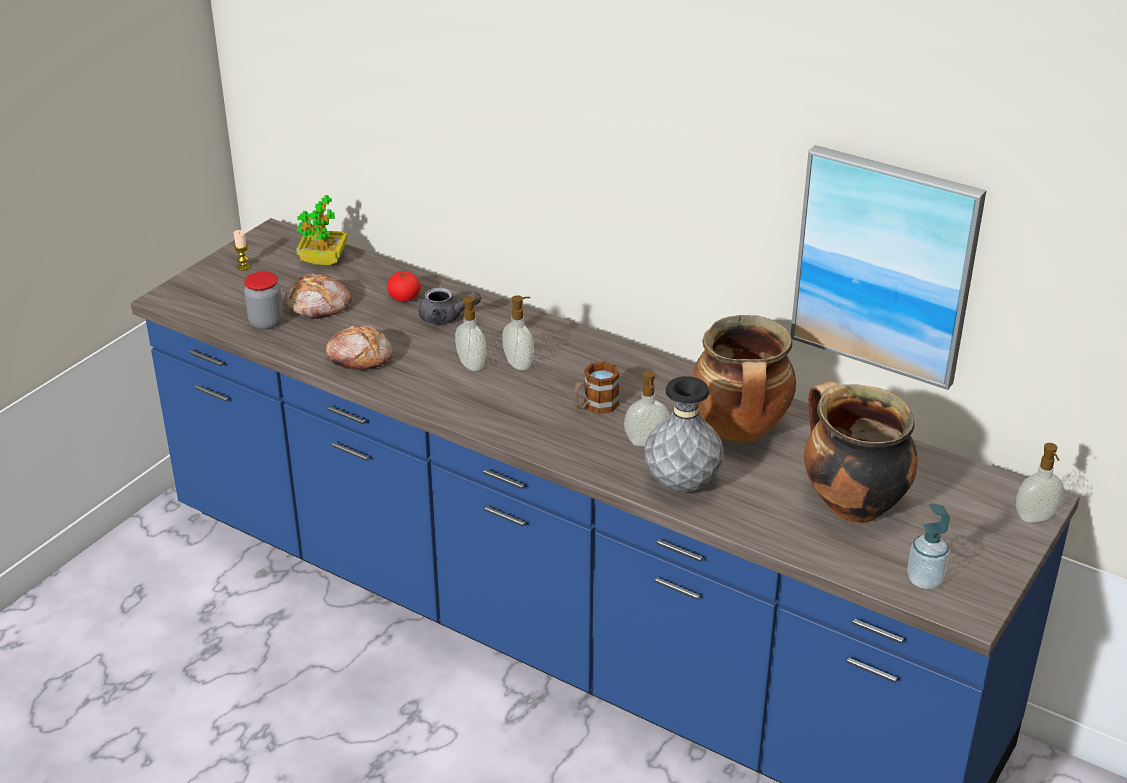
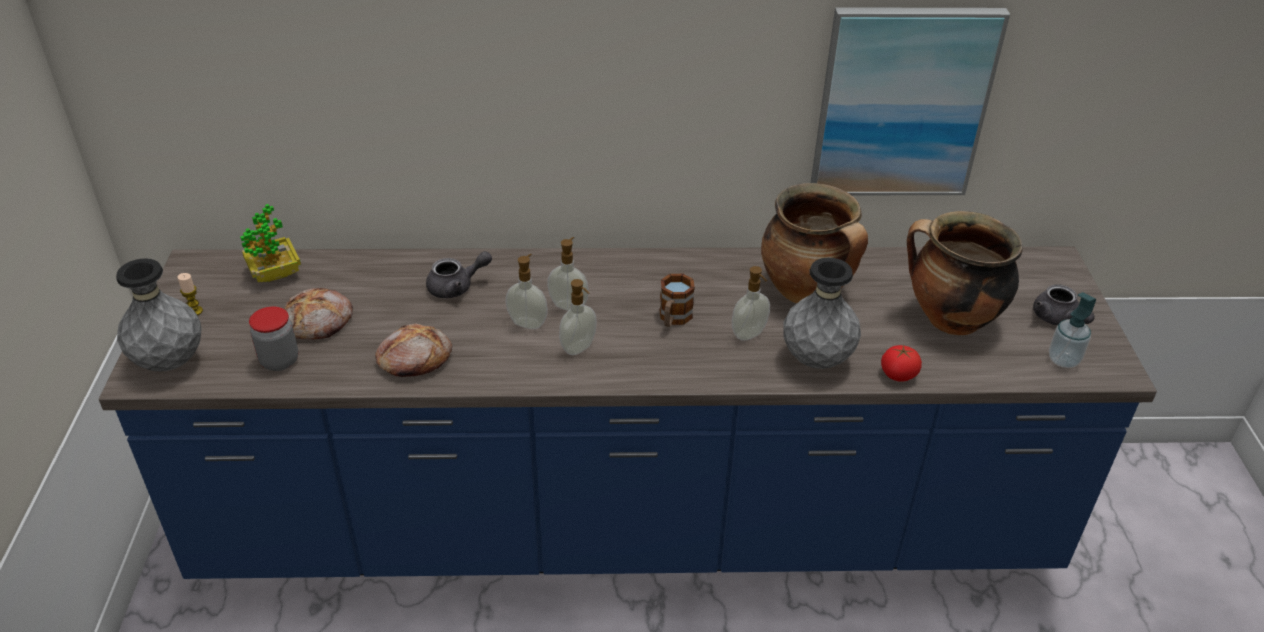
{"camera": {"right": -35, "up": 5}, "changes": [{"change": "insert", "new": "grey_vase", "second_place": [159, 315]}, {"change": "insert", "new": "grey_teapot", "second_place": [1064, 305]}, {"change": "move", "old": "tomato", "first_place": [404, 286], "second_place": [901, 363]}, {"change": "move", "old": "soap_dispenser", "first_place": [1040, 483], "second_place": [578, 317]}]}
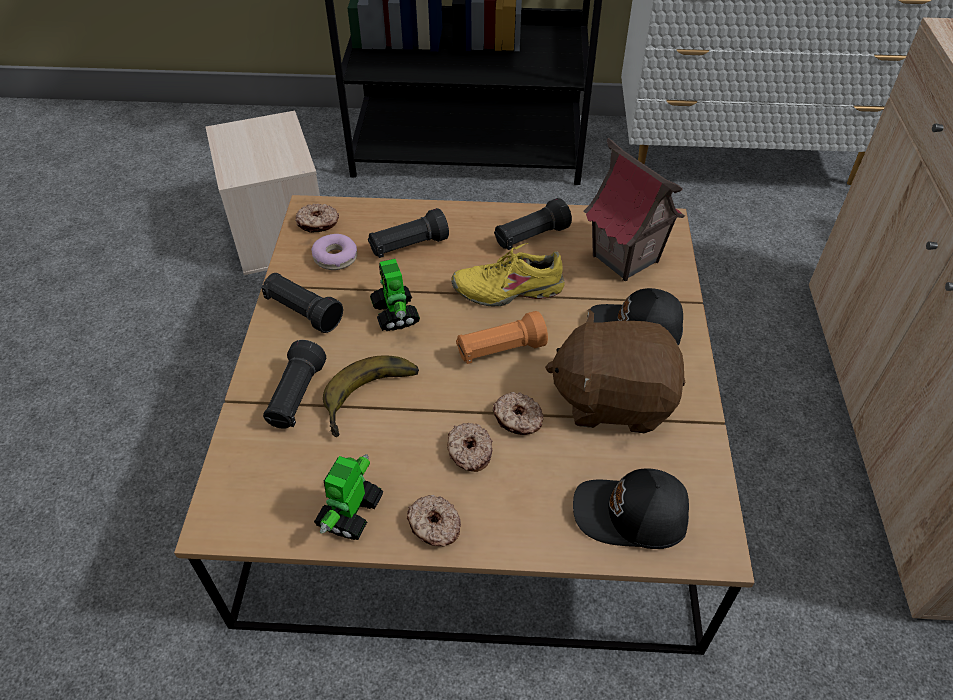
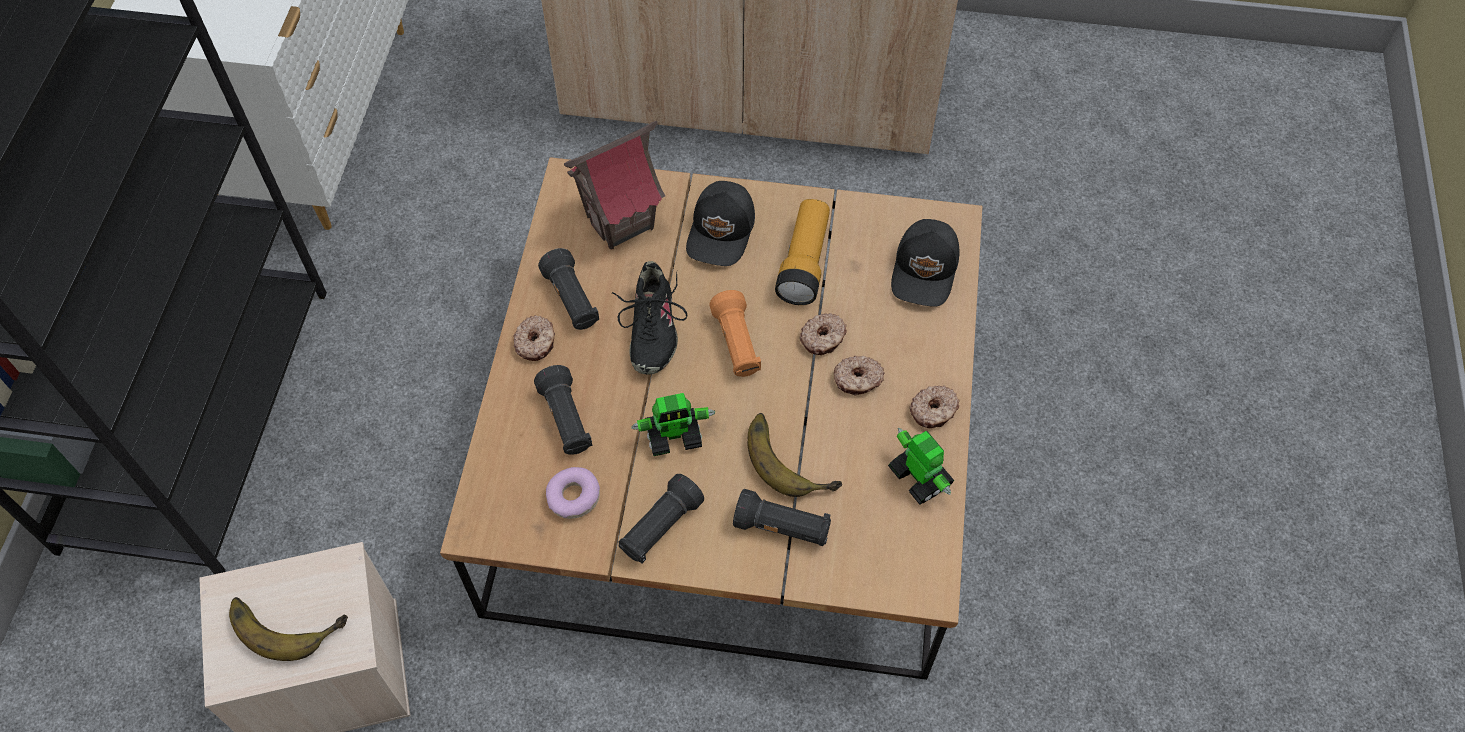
{"camera": {"right": -85, "up": 10}, "changes": [{"change": "insert", "new": "banana_fruit", "second_place": [288, 629]}, {"change": "move", "old": "doughnut", "first_place": [317, 218], "second_place": [534, 338]}, {"change": "replace", "old": "brownish_cuddly_toy", "new": "torch", "first_place": [615, 371], "second_place": [802, 252]}, {"change": "recolor", "old": "yellowish_low_shoe", "new": "blackish_low_shoe", "first_place": [508, 274], "second_place": [650, 318]}, {"change": "rotate", "old": "toy_robot", "first_place": [349, 497], "second_place": [921, 466], "degrees": -150}]}
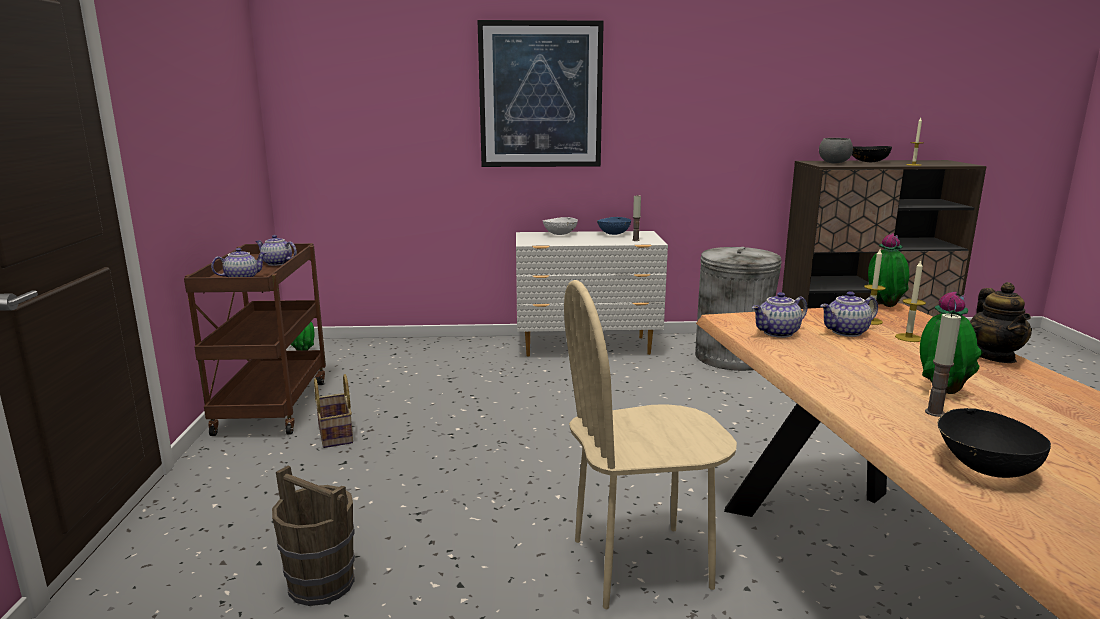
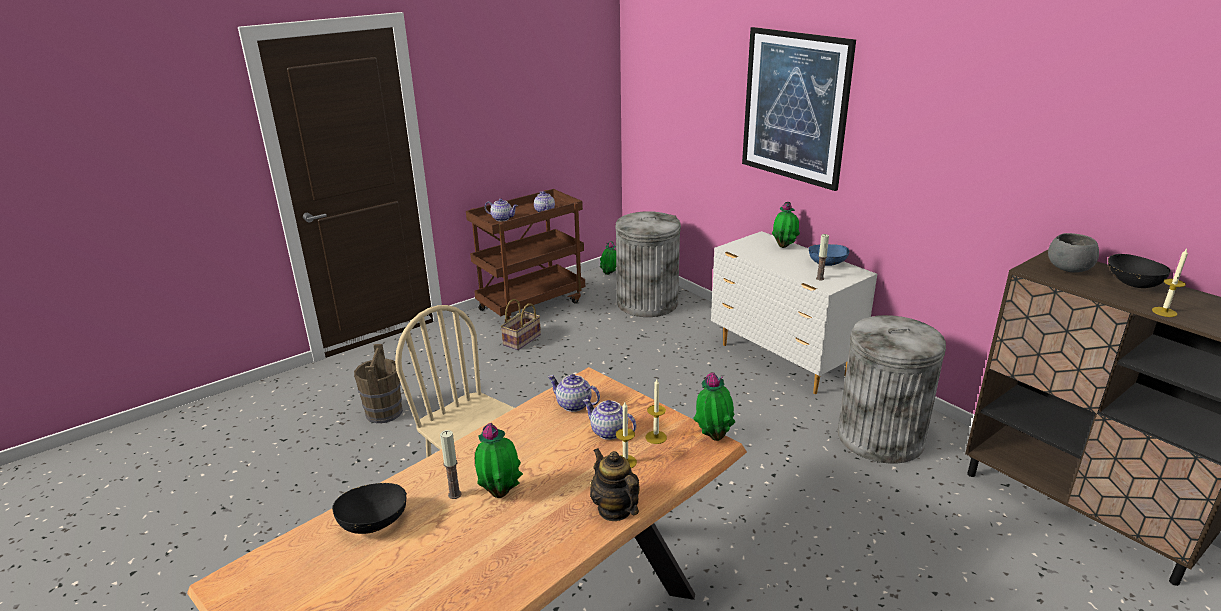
{"camera": {"right": 55, "up": 10}, "changes": [{"change": "insert", "new": "grey_rubbish_bin", "second_place": [648, 264]}, {"change": "replace", "old": "white-coloured_deep_dish", "new": "plant_in_a_pot", "first_place": [560, 226], "second_place": [786, 225]}, {"change": "rotate", "old": "teapot", "first_place": [1001, 322], "second_place": [615, 484], "degrees": 90}]}
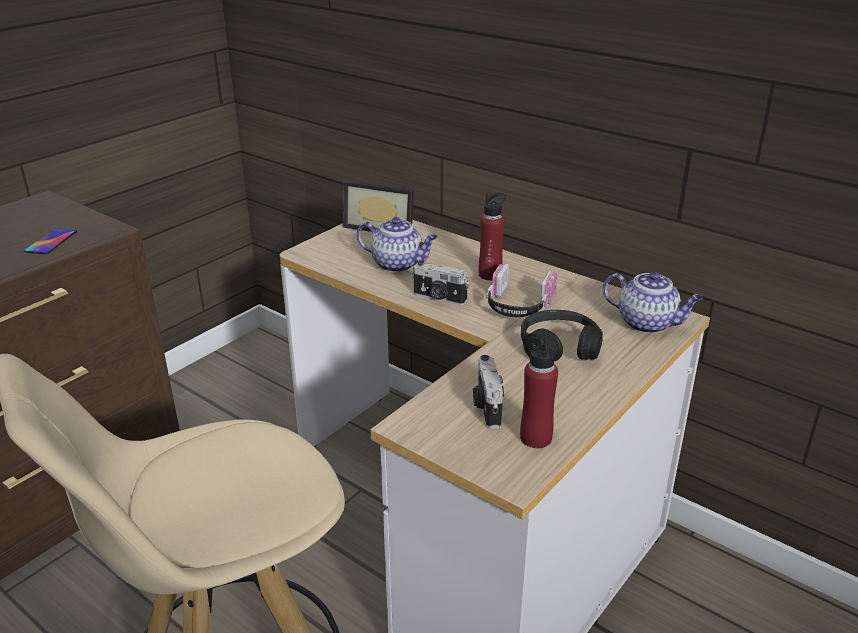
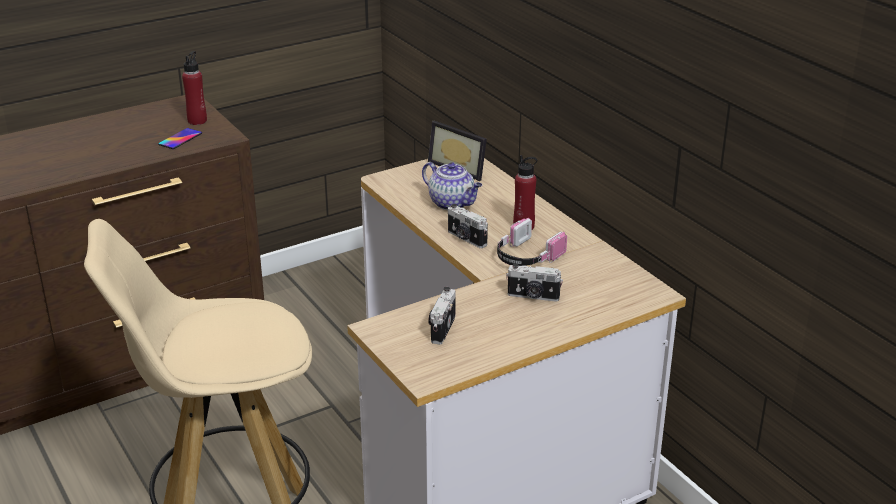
{"camera": {"right": 20, "up": 0}, "changes": [{"change": "delete", "old": "teapot", "first_place": [653, 303]}, {"change": "move", "old": "red_drink_bottle", "first_place": [539, 389], "second_place": [194, 88]}, {"change": "replace", "old": "blackish_pair_of_headphones", "new": "photo_camera", "first_place": [562, 335], "second_place": [534, 283]}]}
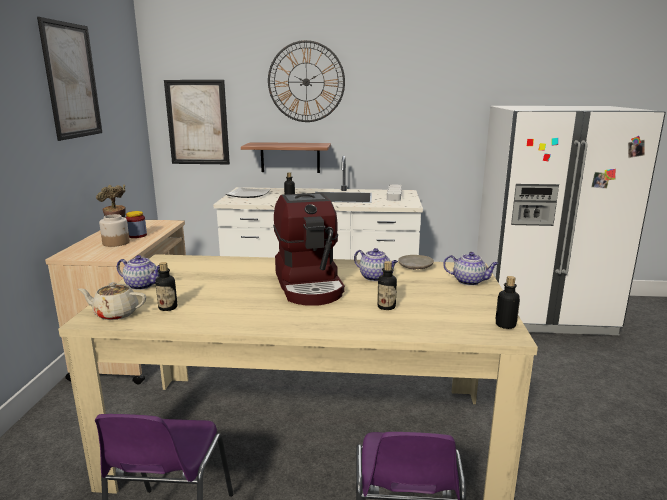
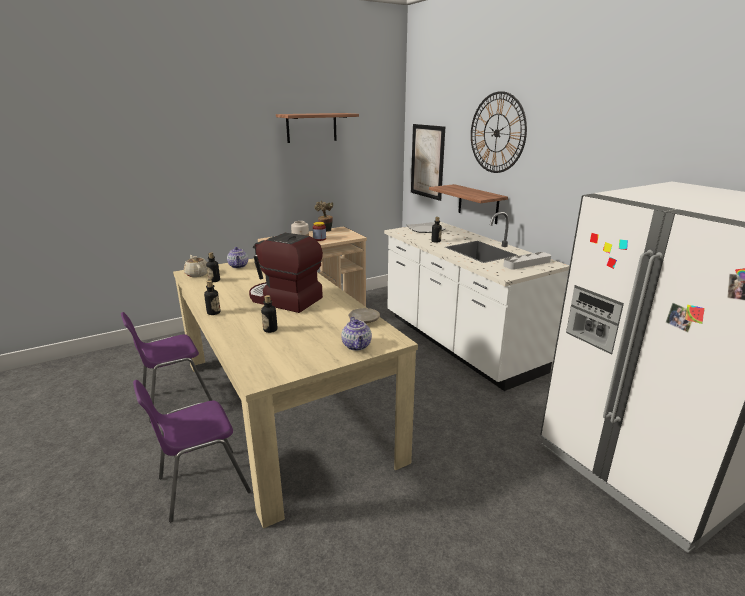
{"camera": {"right": 55, "up": 5}, "changes": [{"change": "delete", "old": "teapot", "first_place": [376, 264]}, {"change": "move", "old": "drink_bottle", "first_place": [507, 302], "second_place": [212, 297]}, {"change": "replace", "old": "wall_art", "new": "wall_shelf", "first_place": [69, 79], "second_place": [317, 128]}, {"change": "rotate", "old": "coffee_machine", "first_place": [309, 249], "second_place": [286, 273], "degrees": 75}]}
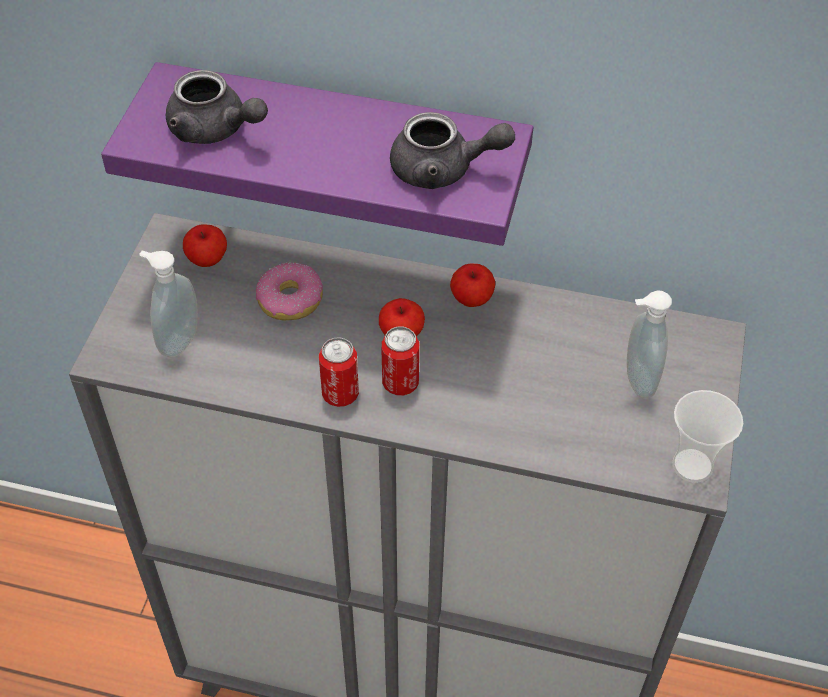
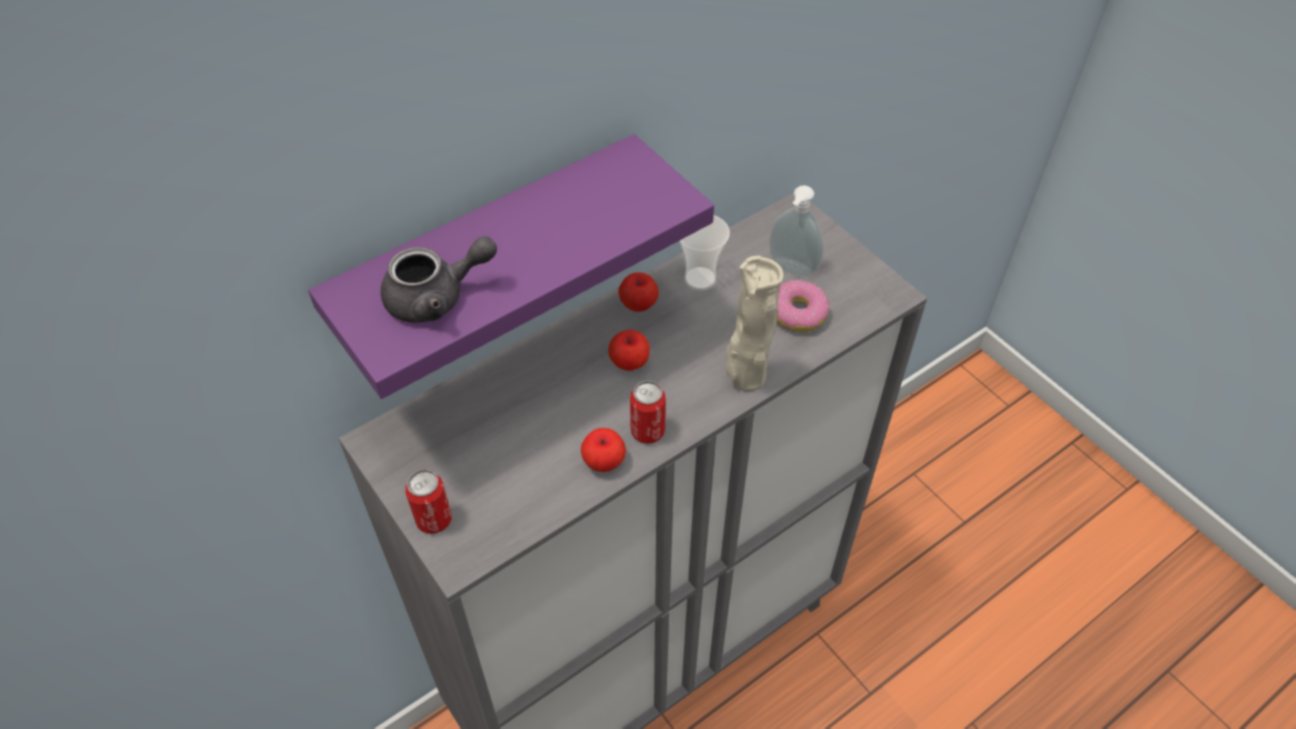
{"camera": {"right": -50, "up": 0}, "changes": [{"change": "delete", "old": "soap_dispenser", "first_place": [168, 304]}, {"change": "delete", "old": "grey_teapot", "first_place": [452, 150]}, {"change": "insert", "new": "beige_vase", "second_place": [755, 323]}, {"change": "move", "old": "whole_apple", "first_place": [205, 245], "second_place": [603, 450]}, {"change": "move", "old": "doughnut", "first_place": [289, 291], "second_place": [803, 306]}, {"change": "move", "old": "sealed_can", "first_place": [400, 361], "second_place": [428, 501]}, {"change": "move", "old": "cup", "first_place": [707, 436], "second_place": [704, 252]}]}
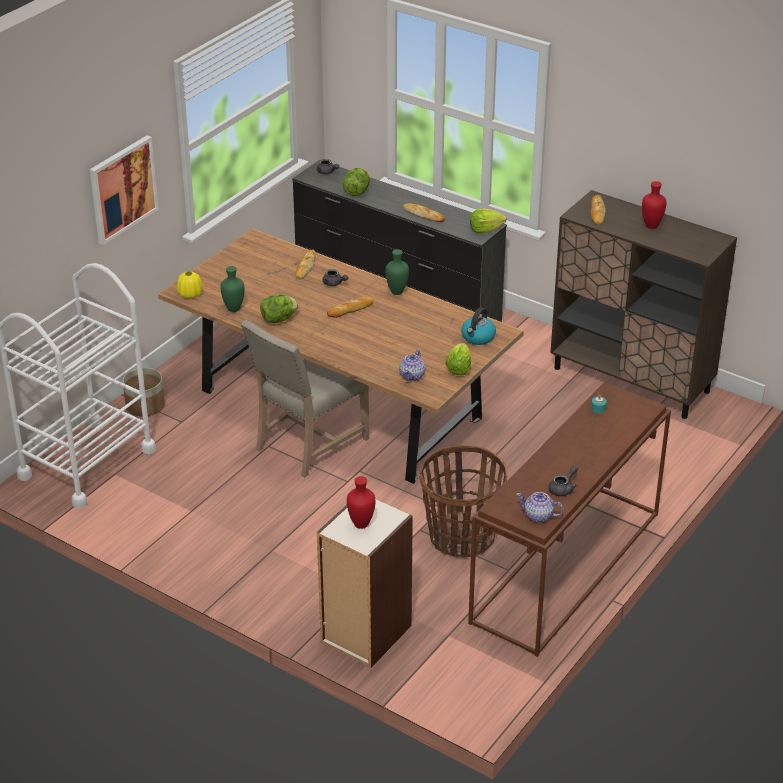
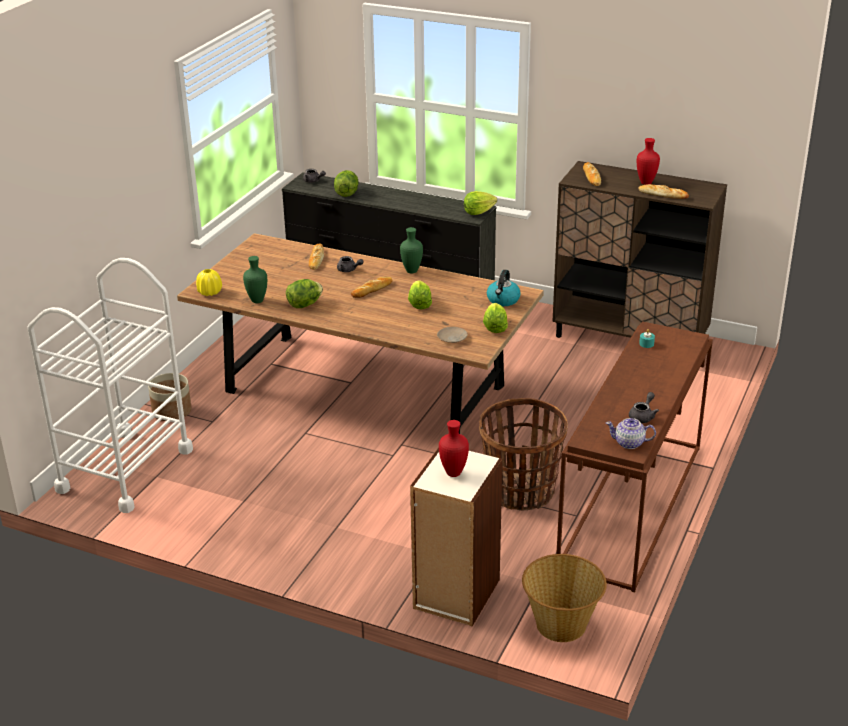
{"camera": {"right": -10, "up": -5}, "changes": [{"change": "delete", "old": "wall_art", "first_place": [124, 190]}, {"change": "delete", "old": "beige_chair", "first_place": [305, 399]}, {"change": "insert", "new": "lettuce", "second_place": [420, 294]}, {"change": "insert", "new": "basket", "second_place": [564, 598]}, {"change": "move", "old": "bakery_bread", "first_place": [424, 212], "second_place": [663, 191]}, {"change": "replace", "old": "teapot", "new": "beige_dinner_plate", "first_place": [412, 365], "second_place": [452, 335]}]}
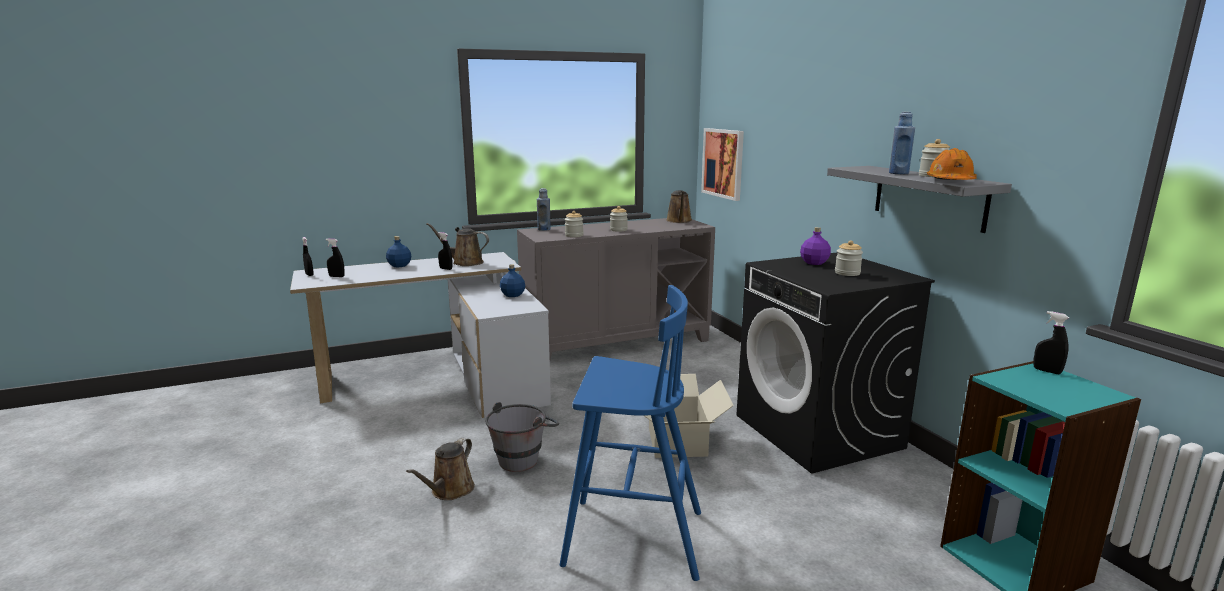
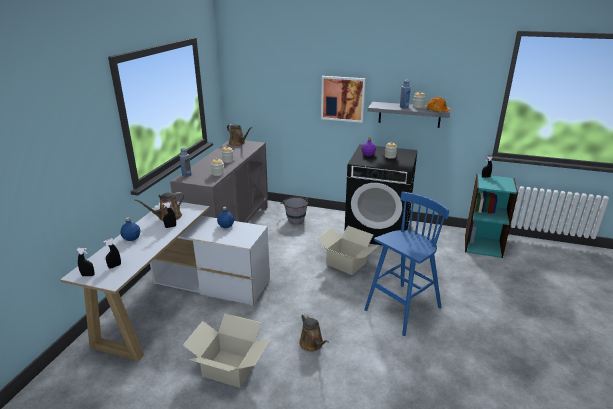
{"camera": {"right": -50, "up": 10}, "changes": [{"change": "insert", "new": "packing_box", "second_place": [226, 350]}, {"change": "move", "old": "grey_bucket", "first_place": [522, 437], "second_place": [294, 210]}, {"change": "move", "old": "wall_art", "first_place": [722, 164], "second_place": [343, 99]}]}
